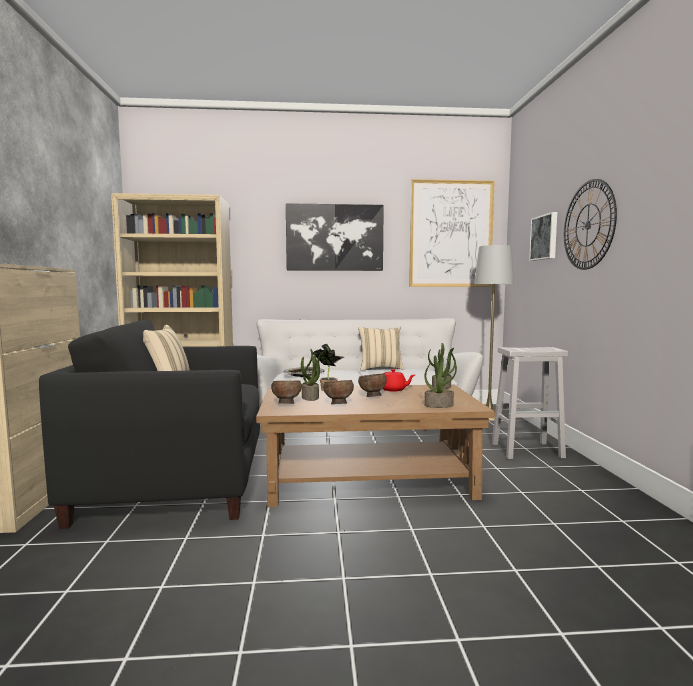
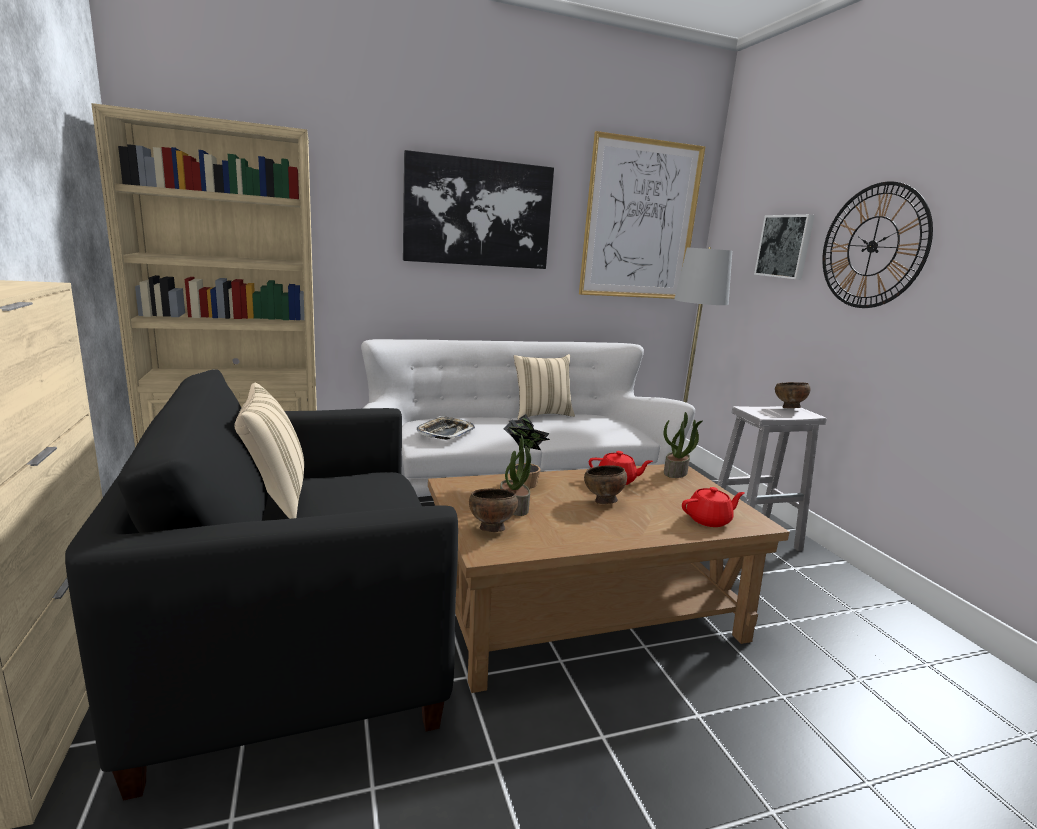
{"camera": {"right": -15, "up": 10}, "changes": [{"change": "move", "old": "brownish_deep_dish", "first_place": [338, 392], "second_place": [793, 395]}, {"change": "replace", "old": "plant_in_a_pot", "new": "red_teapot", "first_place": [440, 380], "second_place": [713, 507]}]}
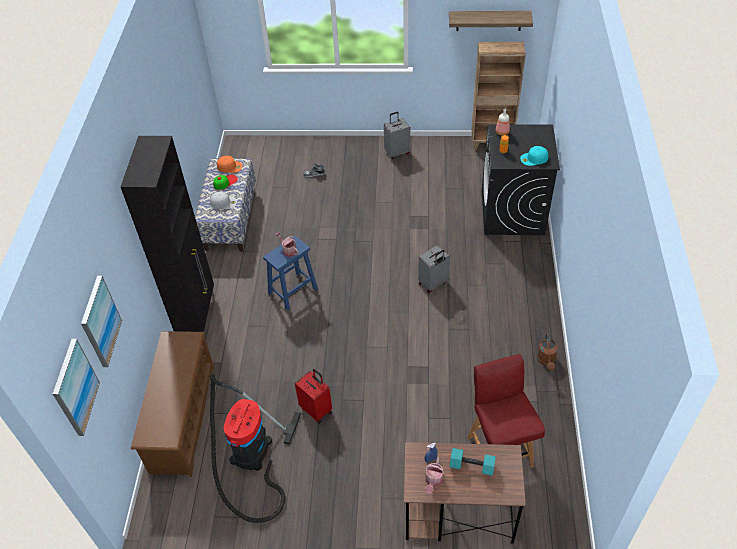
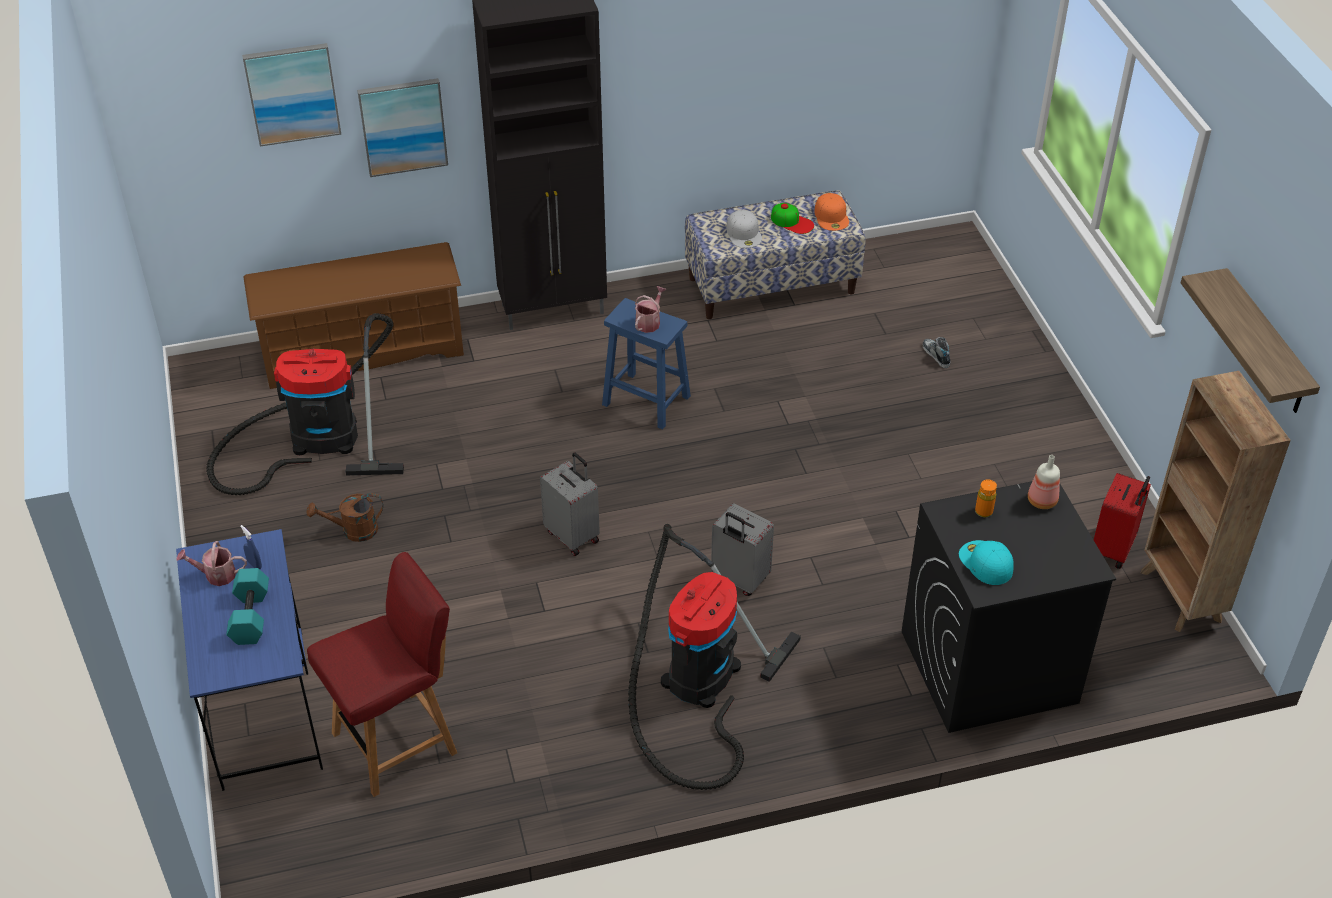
{"camera": {"right": 70, "up": -5}, "changes": [{"change": "insert", "new": "vacuum", "second_place": [714, 657]}, {"change": "move", "old": "wall_art", "first_place": [76, 387], "second_place": [402, 127]}, {"change": "move", "old": "red_suitcase", "first_place": [313, 396], "second_place": [1122, 521]}, {"change": "move", "old": "grey_suitcase", "first_place": [397, 135], "second_place": [570, 504]}, {"change": "move", "old": "brownish_watering_pot", "first_place": [547, 352], "second_place": [345, 517]}, {"change": "recolor", "old": "brownish_desk_unit", "new": "blue-coloured_desk_unit", "first_place": [465, 492], "second_place": [249, 660]}]}
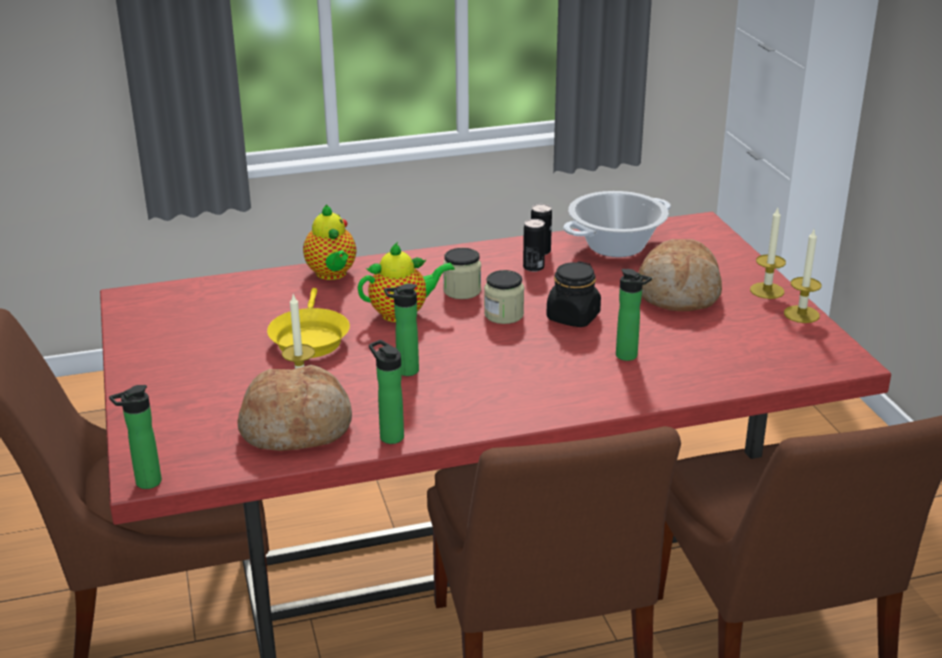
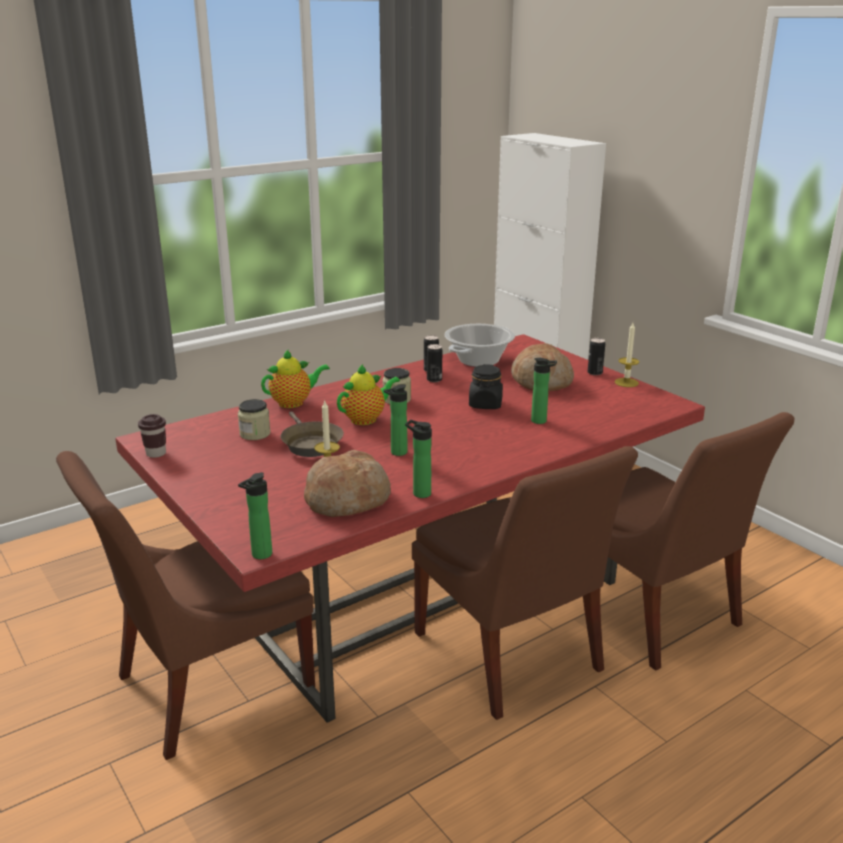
{"camera": {"right": -20, "up": -5}, "changes": [{"change": "insert", "new": "brownish_cup", "second_place": [152, 436]}, {"change": "move", "old": "preserve_jar", "first_place": [504, 297], "second_place": [254, 419]}, {"change": "replace", "old": "wax_light", "new": "sealed_can", "first_place": [768, 253], "second_place": [596, 356]}, {"change": "recolor", "old": "yellowish_frying_pan", "new": "brownish_frying_pan", "first_place": [308, 323], "second_place": [312, 434]}, {"change": "rotate", "old": "teapot", "first_place": [329, 242], "second_place": [295, 378], "degrees": -75}]}
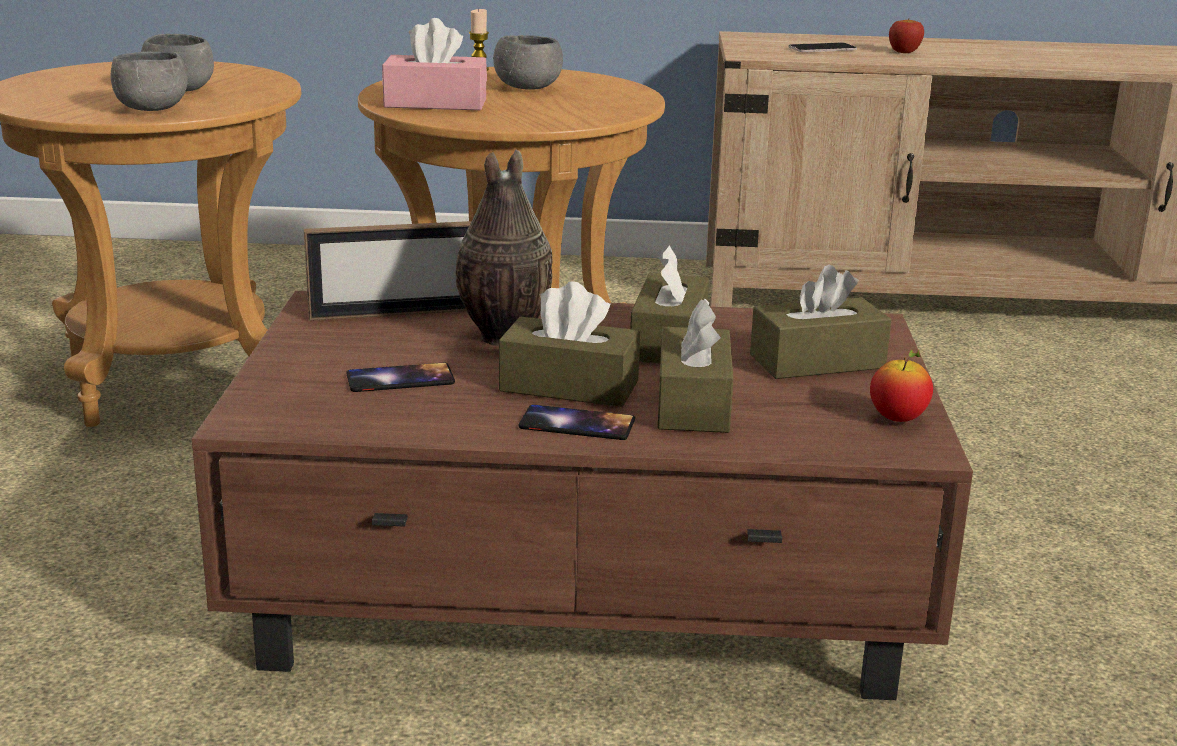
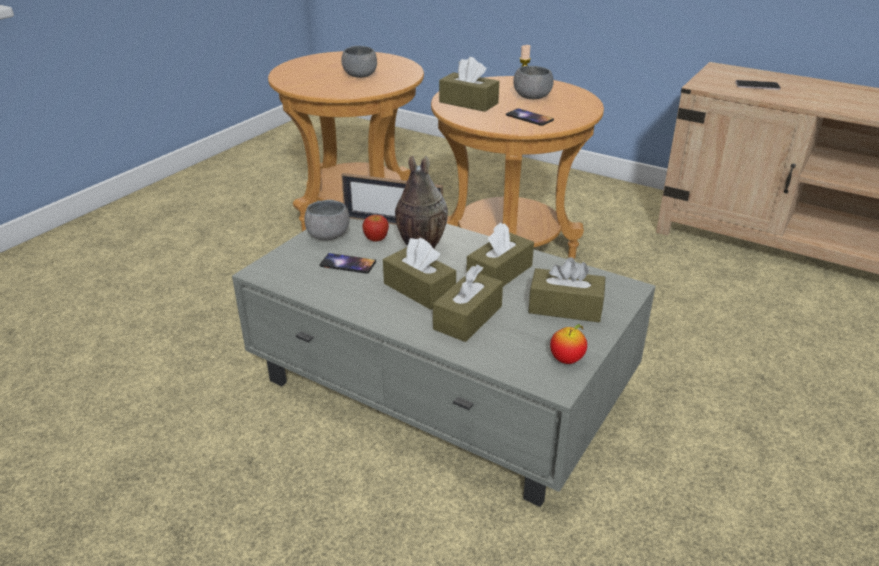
{"camera": {"right": 30, "up": 10}, "changes": [{"change": "move", "old": "grey_deep_dish", "first_place": [149, 81], "second_place": [327, 220]}, {"change": "move", "old": "phone", "first_place": [576, 422], "second_place": [530, 117]}, {"change": "move", "old": "whole_apple", "first_place": [906, 35], "second_place": [375, 228]}, {"change": "recolor", "old": "brownish_lounge_table", "new": "grey_lounge_table", "first_place": [582, 495], "second_place": [444, 362]}, {"change": "recolor", "old": "pink_tissue_box", "new": "brownish_tissue_box", "first_place": [434, 64], "second_place": [469, 84]}]}
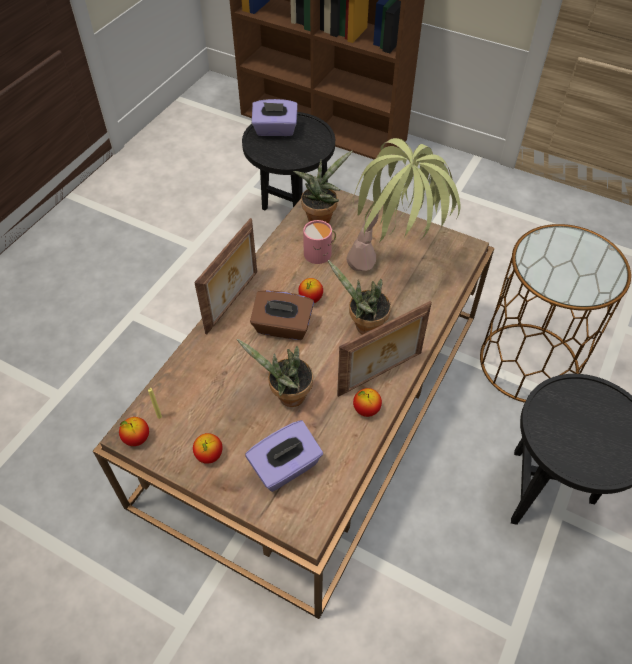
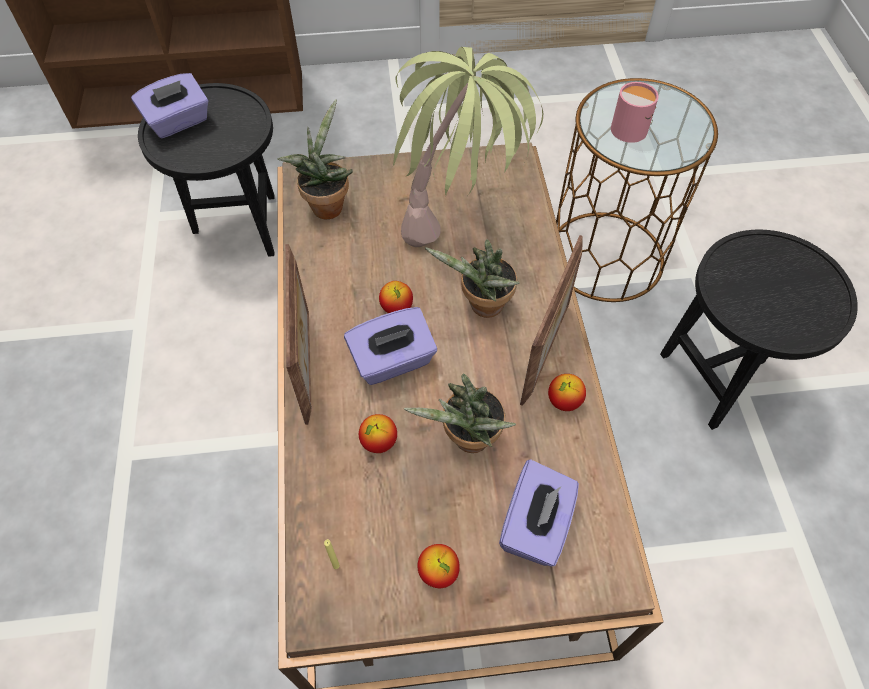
{"camera": {"right": -35, "up": 5}, "changes": [{"change": "move", "old": "whole_apple", "first_place": [134, 431], "second_place": [378, 433]}, {"change": "move", "old": "pink_mug", "first_place": [319, 242], "second_place": [635, 112]}, {"change": "recolor", "old": "brownish_tissue_box", "new": "purple-coloured_tissue_box", "first_place": [282, 315], "second_place": [390, 346]}]}
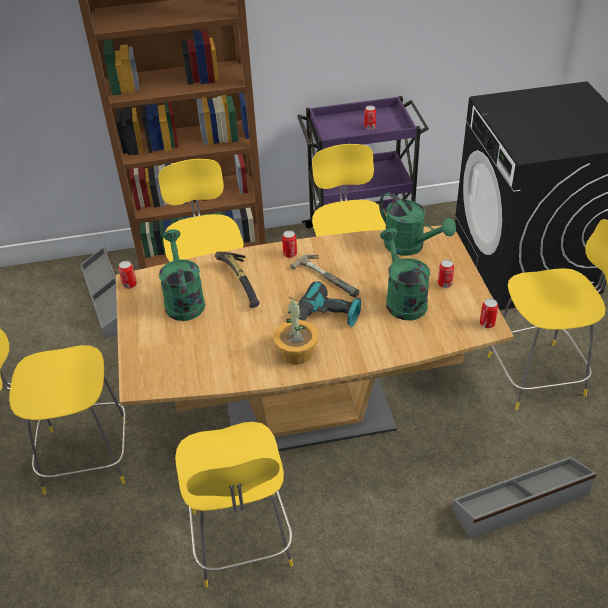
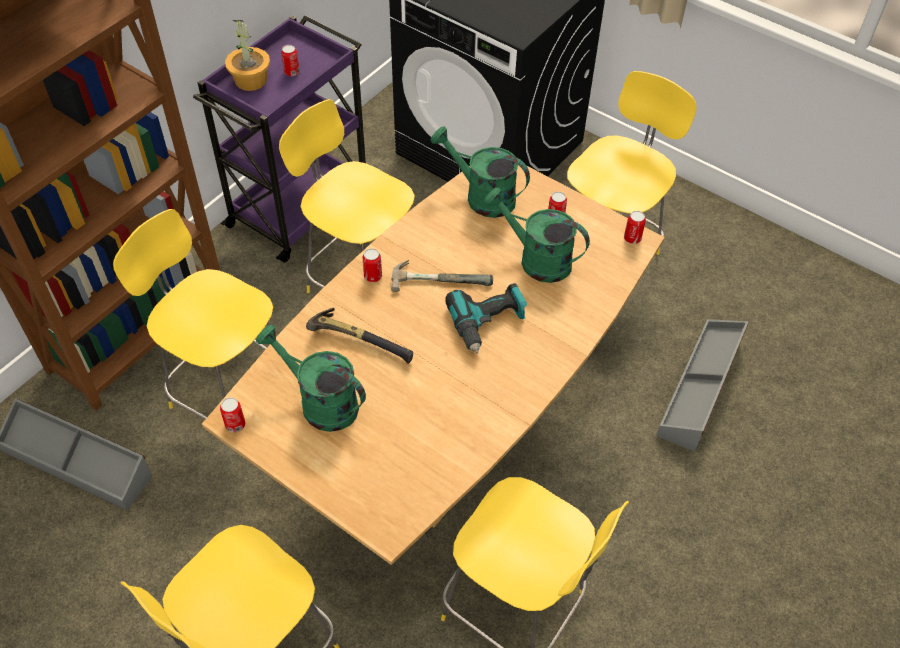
{"camera": {"right": -45, "up": 10}, "changes": [{"change": "move", "old": "plant_in_a_pot", "first_place": [296, 330], "second_place": [247, 55]}, {"change": "rotate", "old": "greenish_watering_pot", "first_place": [417, 224], "second_place": [480, 172], "degrees": -150}]}
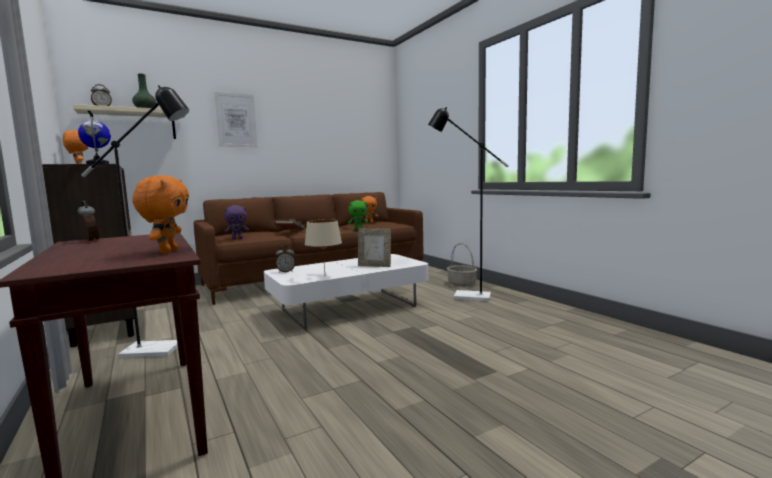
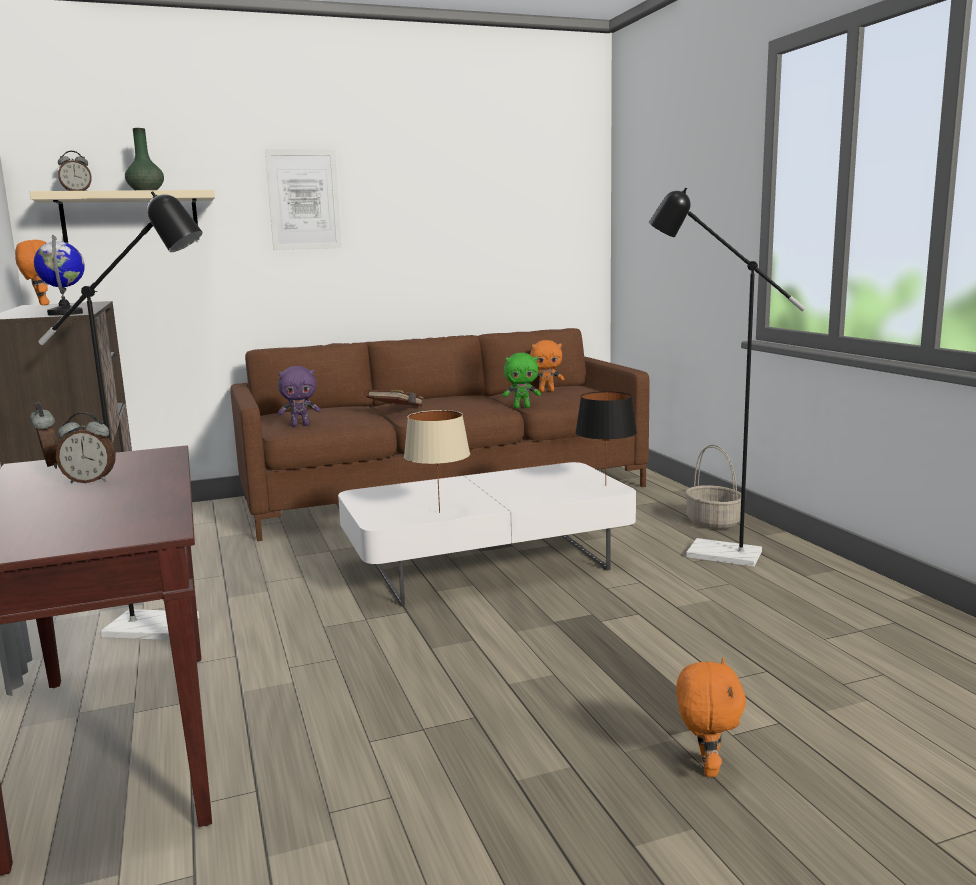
{"camera": {"right": 10, "up": 5}, "changes": [{"change": "delete", "old": "picture_frame", "first_place": [374, 247]}, {"change": "insert", "new": "blackish_tabletop_lamp", "second_place": [606, 439]}, {"change": "move", "old": "orange-coloured_cuddly_toy", "first_place": [160, 214], "second_place": [711, 717]}, {"change": "move", "old": "alarm_clock", "first_place": [285, 259], "second_place": [86, 447]}]}
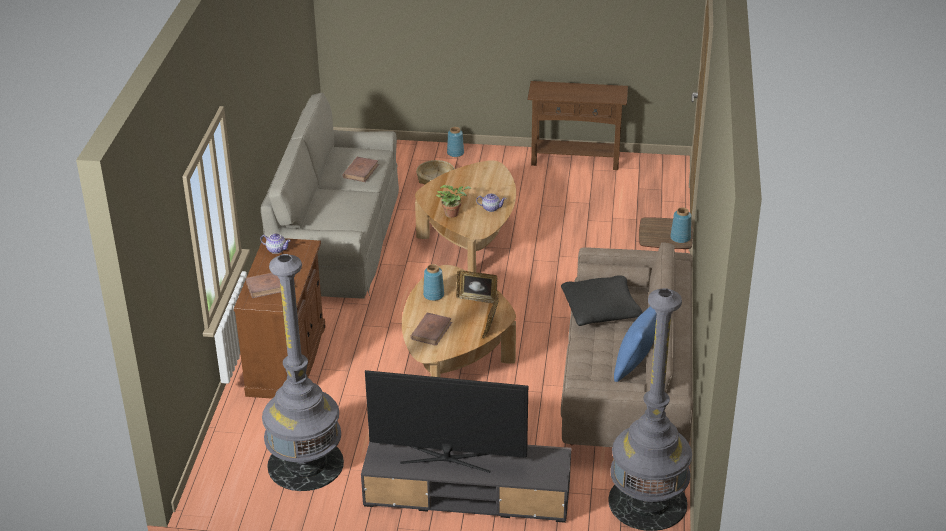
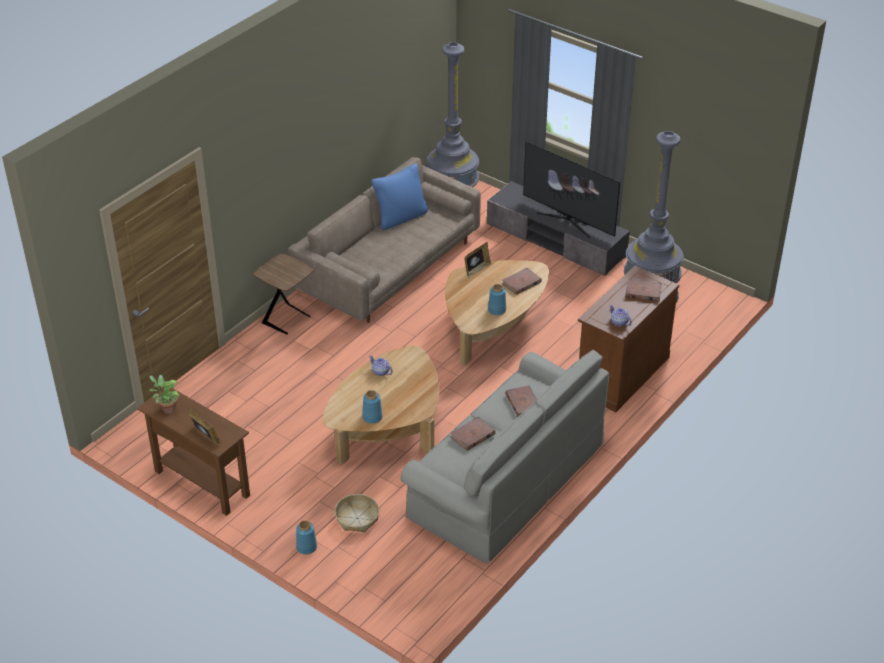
{"camera": {"right": -150, "up": 5}, "changes": [{"change": "delete", "old": "blackish_cushion", "first_place": [601, 300]}, {"change": "insert", "new": "brownish_book", "second_place": [521, 401]}, {"change": "move", "old": "plant_in_a_pot", "first_place": [454, 201], "second_place": [164, 394]}, {"change": "move", "old": "picture_frame", "first_place": [476, 287], "second_place": [204, 425]}, {"change": "move", "old": "blue-coloured_vase", "first_place": [680, 225], "second_place": [372, 407]}]}
